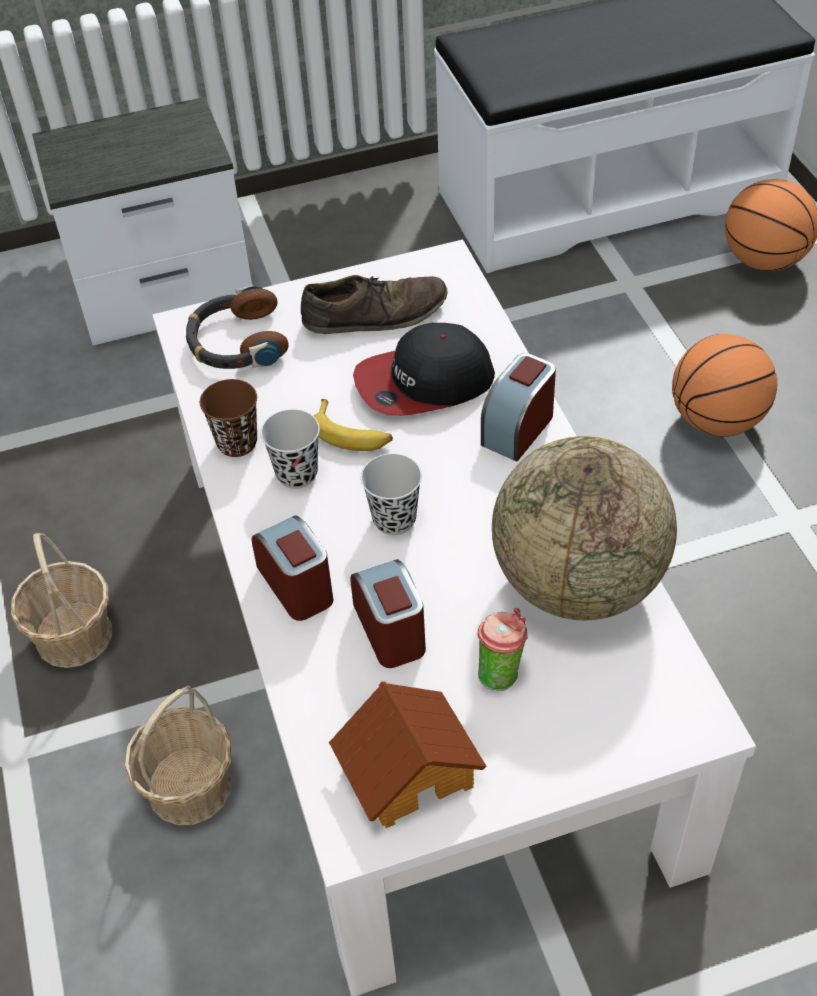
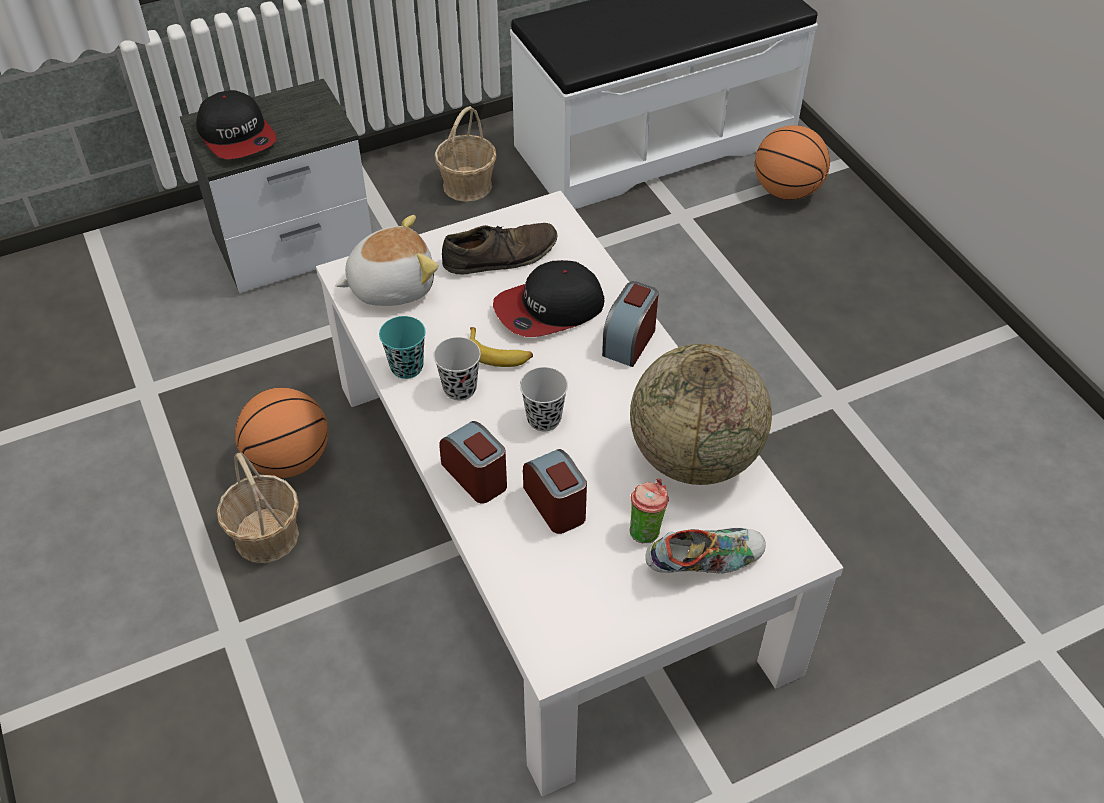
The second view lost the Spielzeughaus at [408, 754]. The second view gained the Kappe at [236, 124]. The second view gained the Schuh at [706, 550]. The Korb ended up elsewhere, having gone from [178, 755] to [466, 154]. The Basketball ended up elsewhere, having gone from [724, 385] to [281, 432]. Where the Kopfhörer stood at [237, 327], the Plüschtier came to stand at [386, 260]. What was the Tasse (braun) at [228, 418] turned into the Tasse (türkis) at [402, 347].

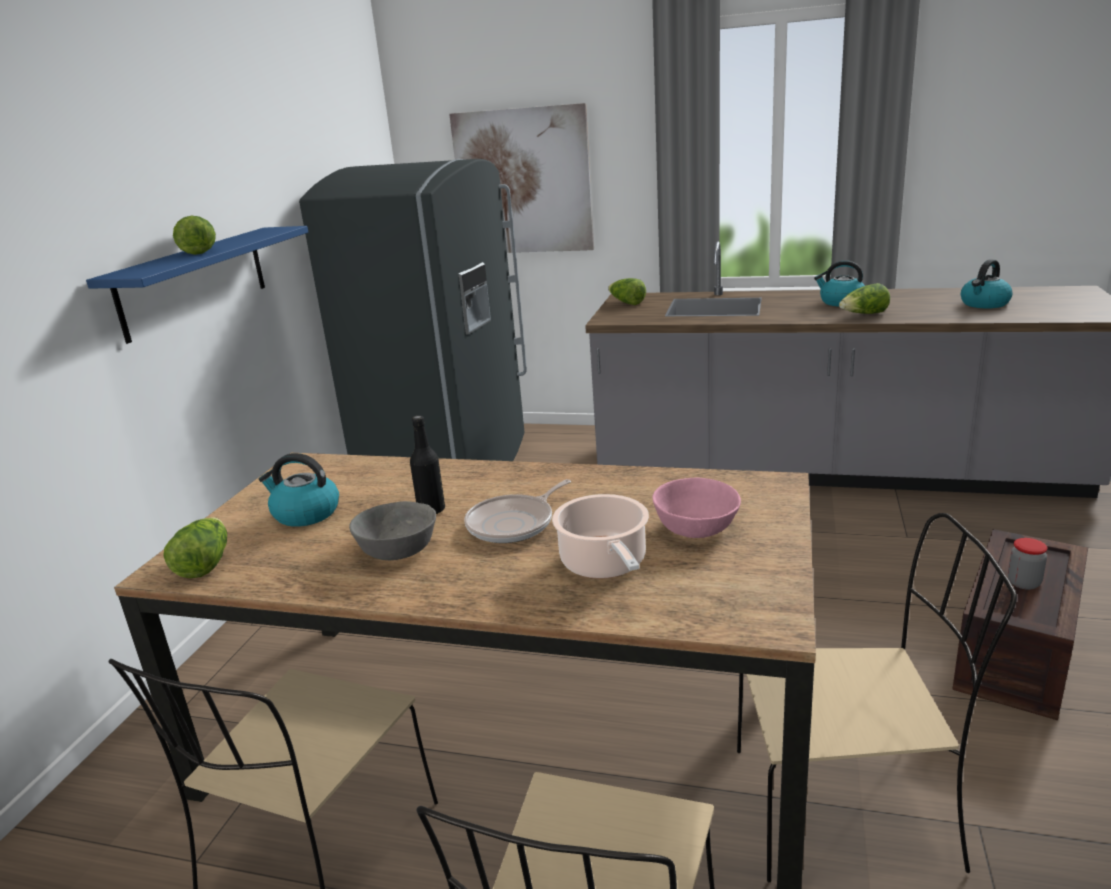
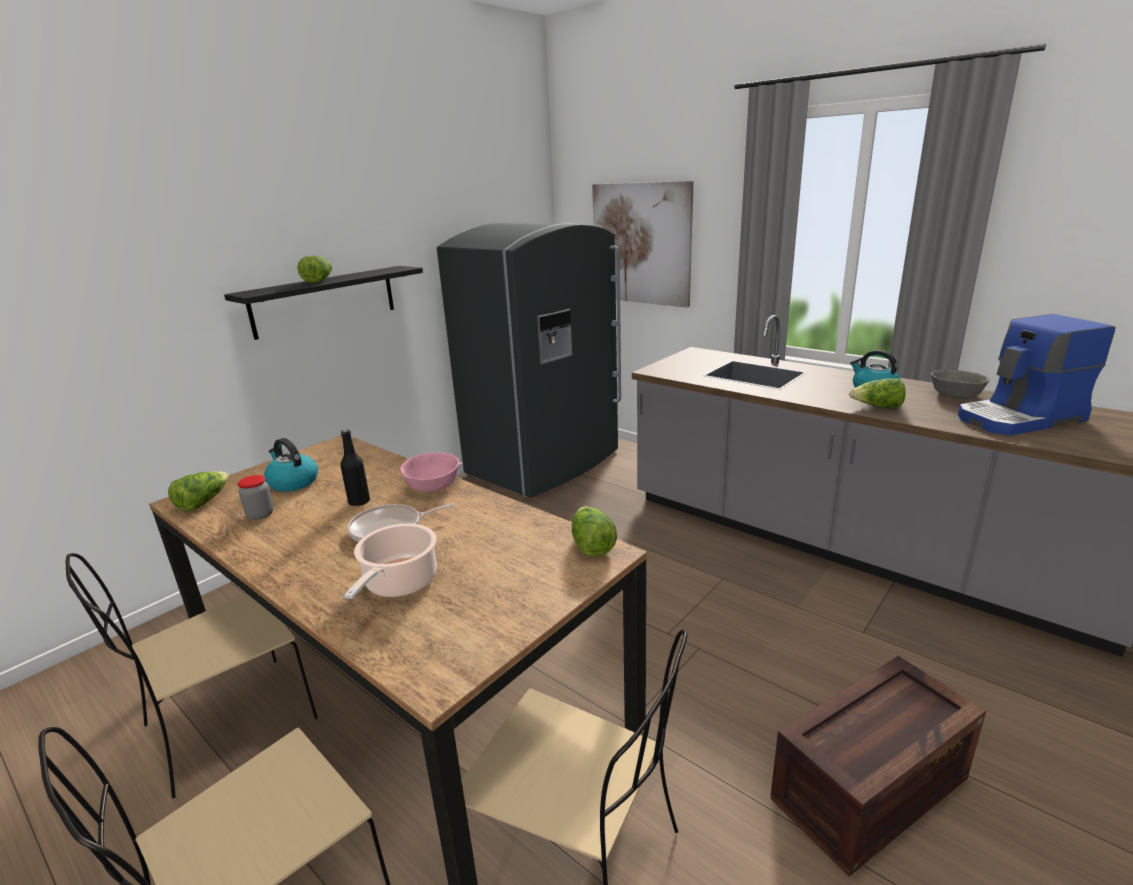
The Schüssel (grau) ended up elsewhere, having gone from [392, 530] to [960, 384]. The Salatkopf ended up elsewhere, having gone from [627, 291] to [594, 532]. The Schüssel (rosa) ended up elsewhere, having gone from [696, 508] to [429, 472]. The Vorratsglas ended up elsewhere, having gone from [1027, 564] to [256, 497]. Where the Wasserkessel stood at [986, 284], the Kaffeemaschine came to stand at [1037, 375]. What was the Wandregal (blau) at [197, 285] turned into the Wandregal (schwarz) at [323, 303].

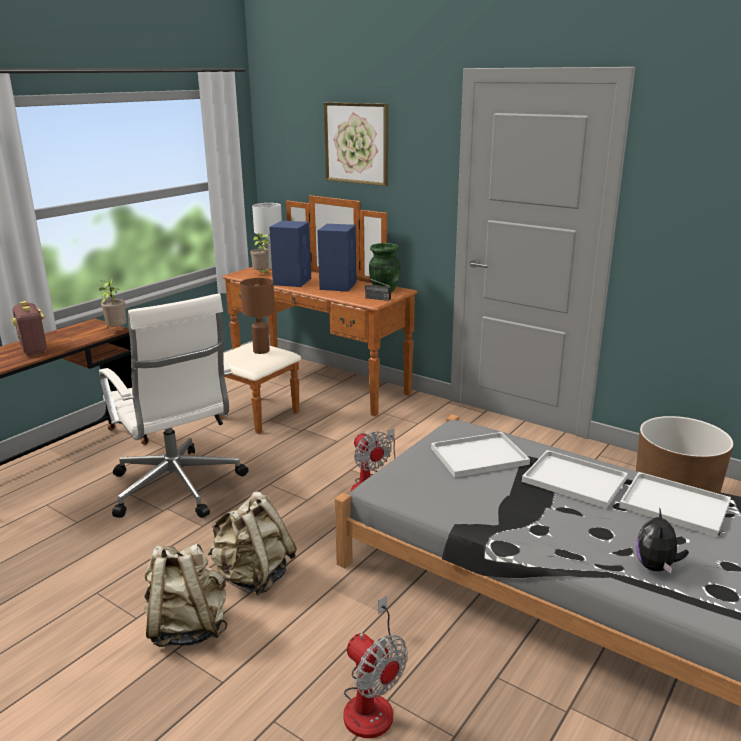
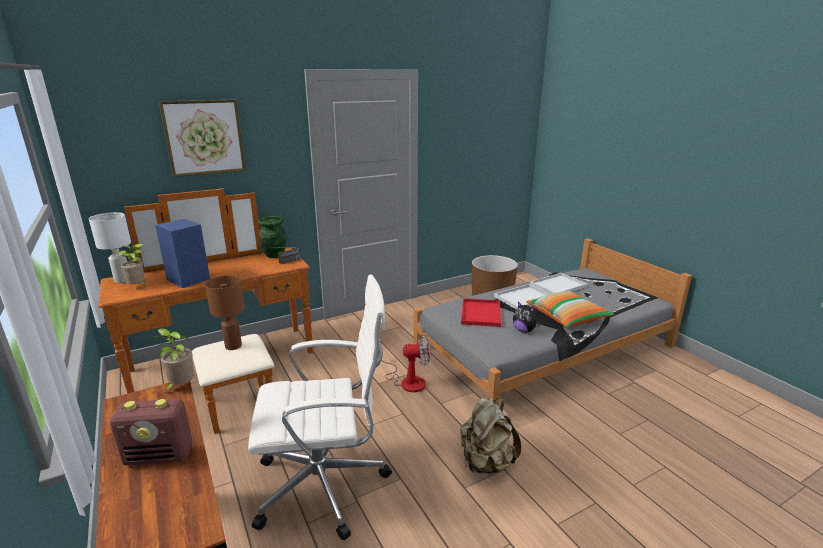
The second view lost the Rucksack (beige) at [185, 595]. The second view lost the Lautsprecher (blau) at [337, 258]. The second view lost the Ventilator at [375, 666]. The second view gained the Kissen at [570, 309]. The Plüschtier ended up elsewhere, having gone from [662, 540] to [527, 317]. What was the Tablett (weiß) at [480, 455] turned into the Tablett (rot) at [481, 312].

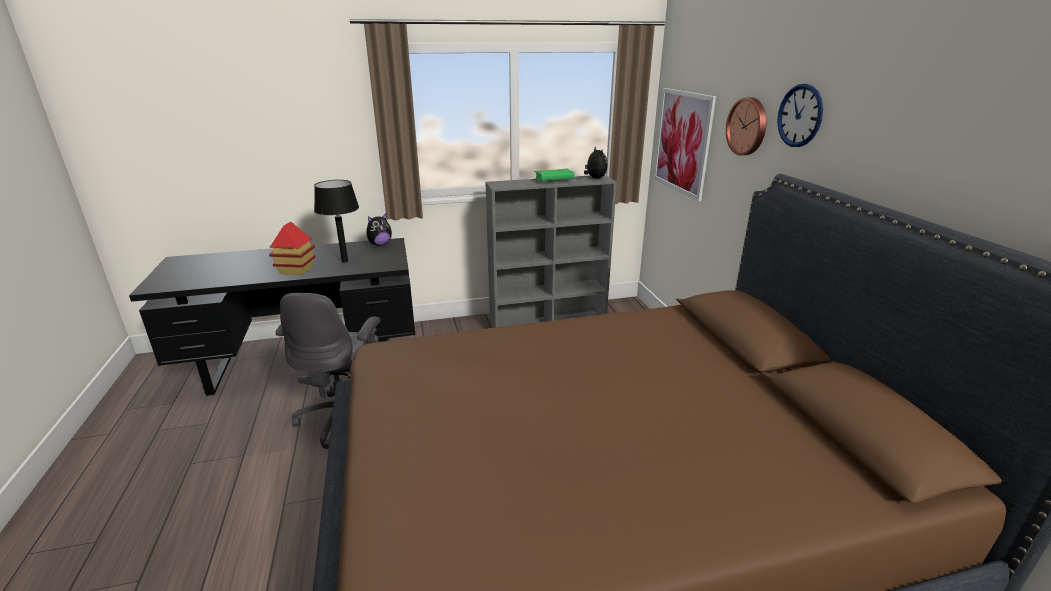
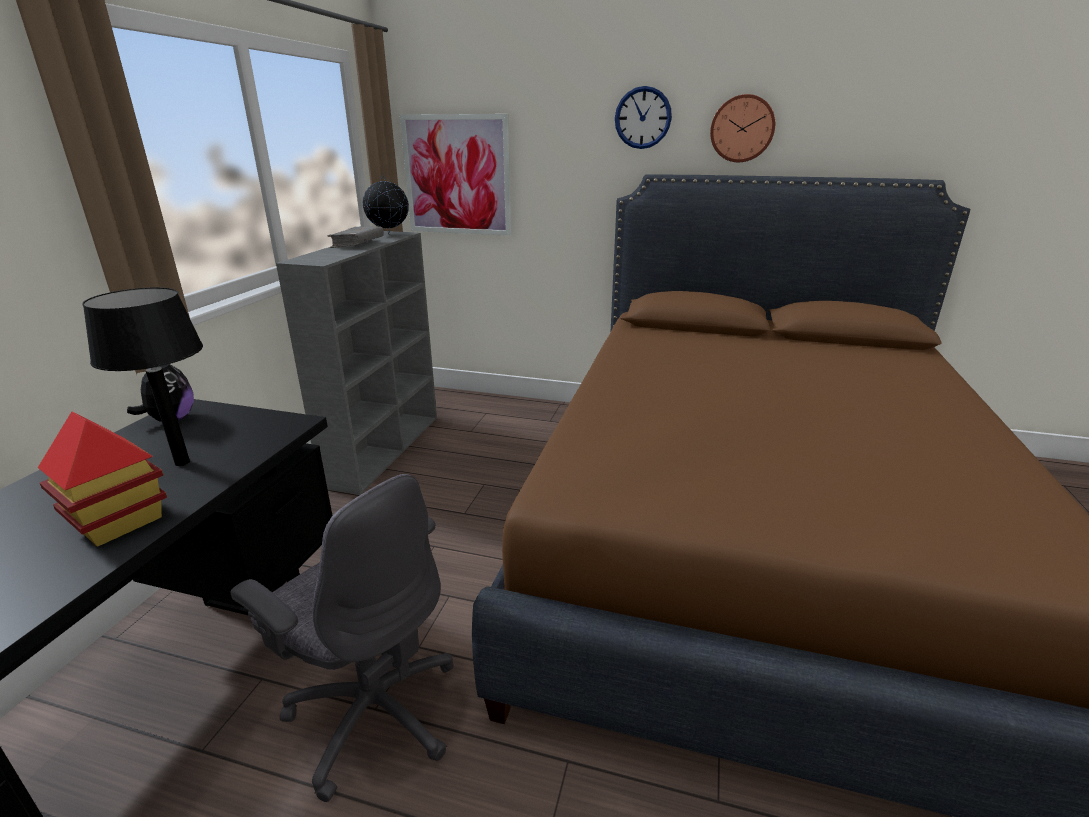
The Wanduhr ended up elsewhere, having gone from [746, 126] to [742, 128]. Where the Plüschtier stood at [596, 163], the Globus came to stand at [386, 205]. What was the Buch (grün) at [554, 175] turned into the Buch (grau) at [356, 237].

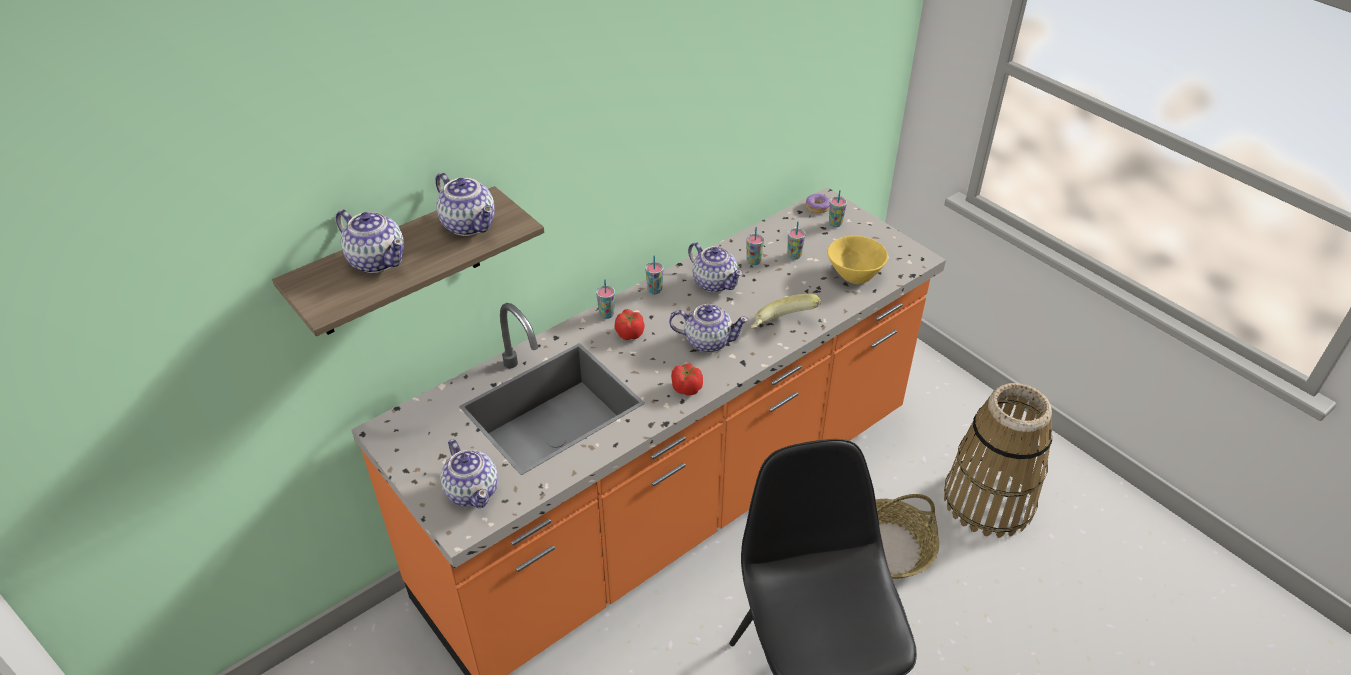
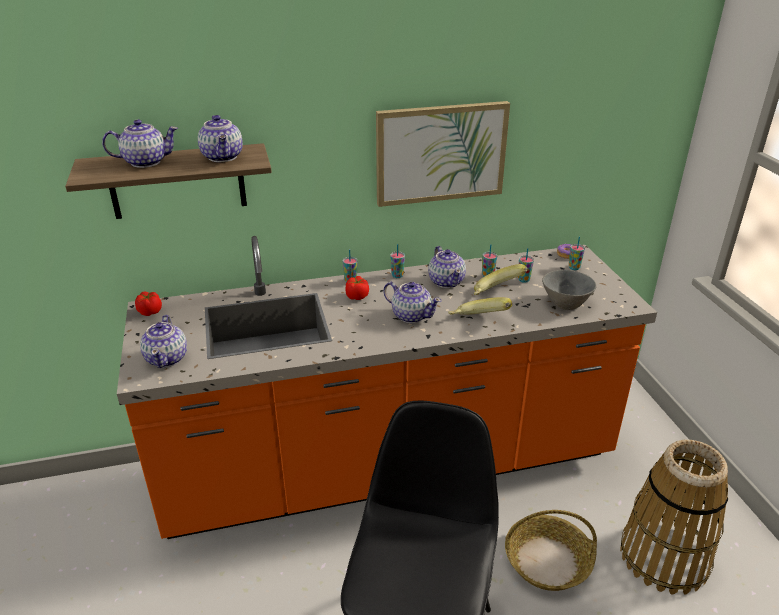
The second view gained the Bild at [443, 154]. The second view gained the Banane at [500, 279]. The Tomate ended up elsewhere, having gone from [687, 379] to [148, 303]. What was the Schüssel (gelb) at [857, 260] turned into the Schüssel (grau) at [569, 290]. The Teekanne at [370, 241] ended up facing another way, 75 degrees counterclockwise from before.

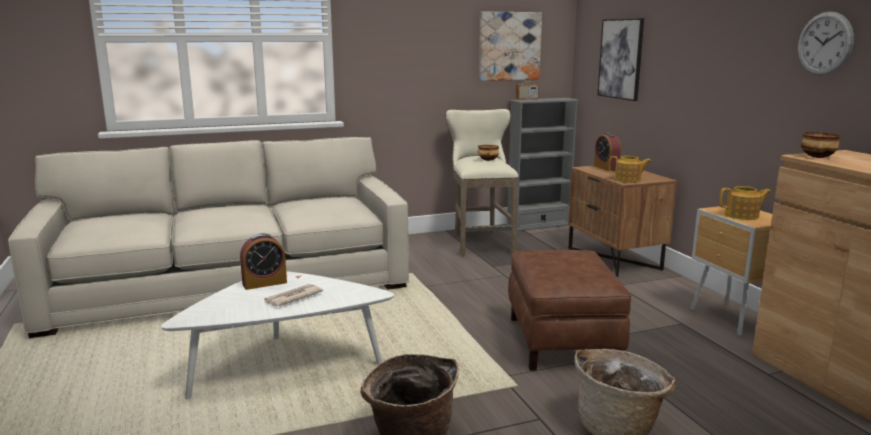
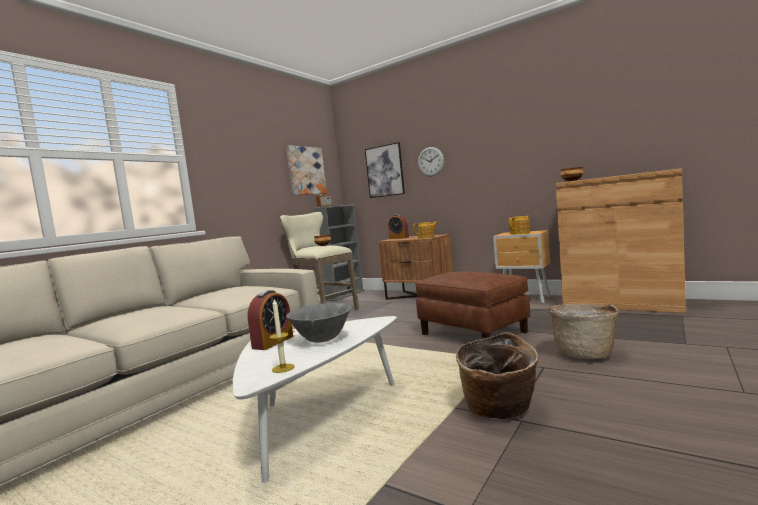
The second view gained the Kerze at [281, 336]. The Wanduhr ended up elsewhere, having gone from [826, 43] to [431, 161]. Where the Zeitung stood at [293, 295], the Schüssel (grau) came to stand at [318, 323].

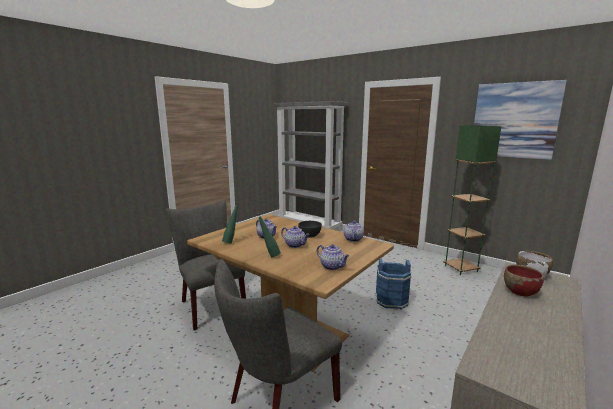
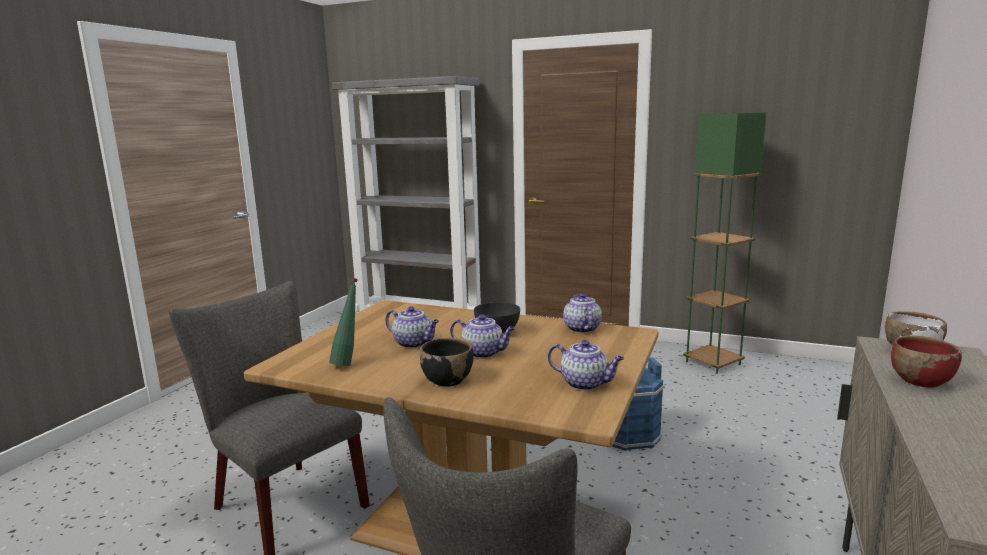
The second view lost the Bild at [520, 120]. Where the Flasche (grün) stood at [269, 235], the Schüssel (schwarz) came to stand at [447, 362].

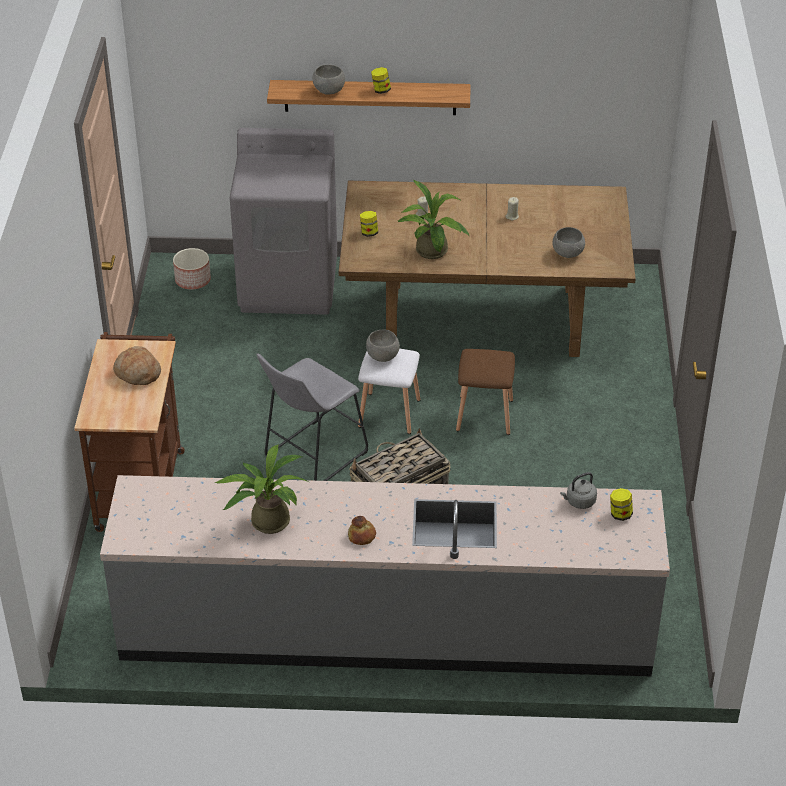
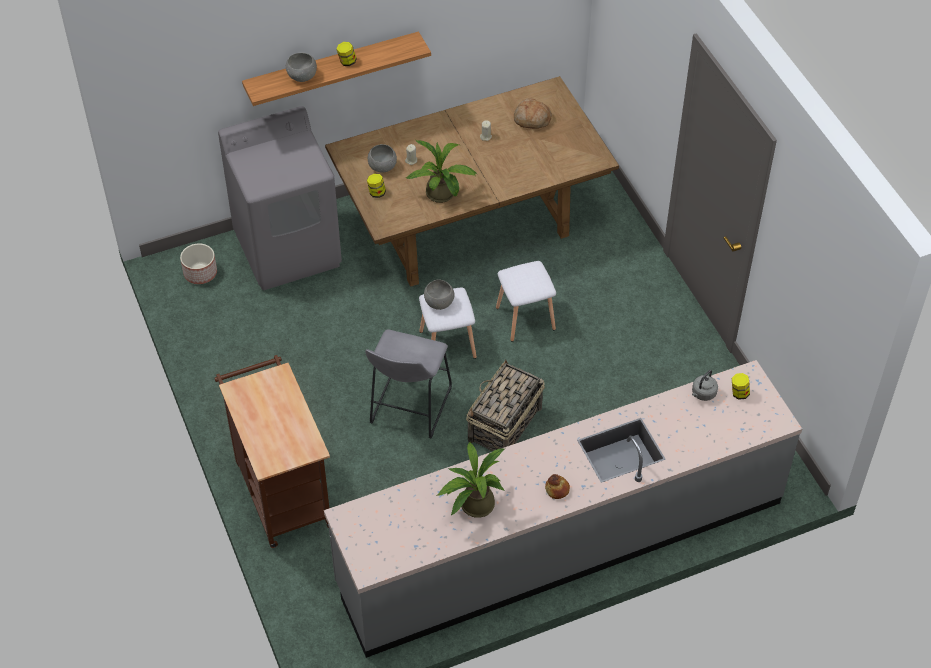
The Brot ended up elsewhere, having gone from [137, 365] to [533, 113]. The Schüssel (grau) ended up elsewhere, having gone from [568, 242] to [382, 158]. What was the Hocker (braun) at [485, 392] turned into the Hocker (weiß) at [526, 301].

